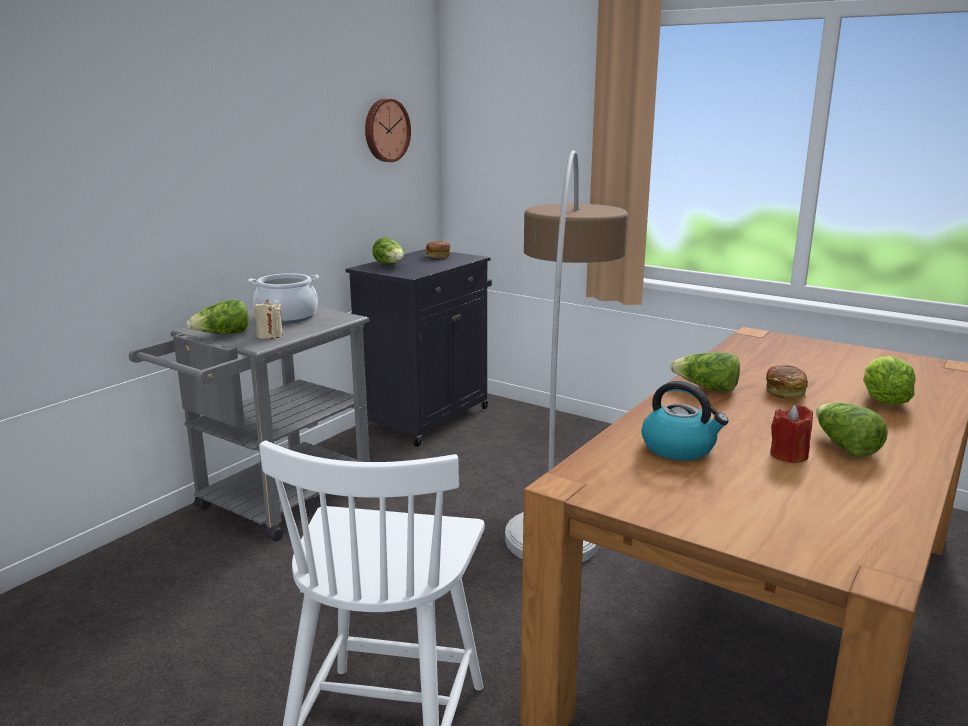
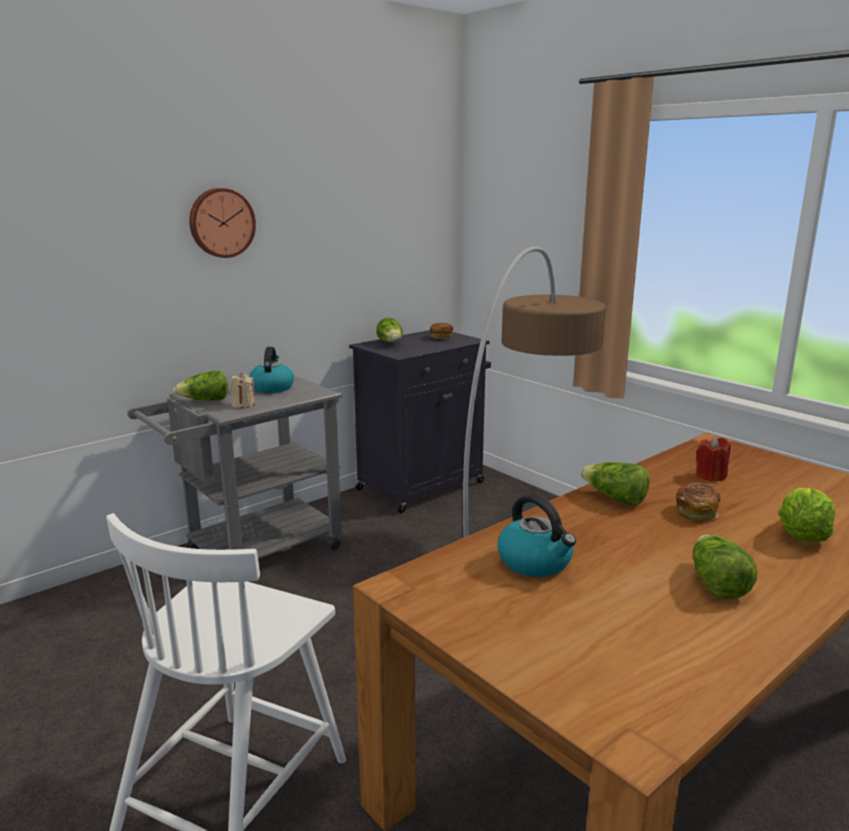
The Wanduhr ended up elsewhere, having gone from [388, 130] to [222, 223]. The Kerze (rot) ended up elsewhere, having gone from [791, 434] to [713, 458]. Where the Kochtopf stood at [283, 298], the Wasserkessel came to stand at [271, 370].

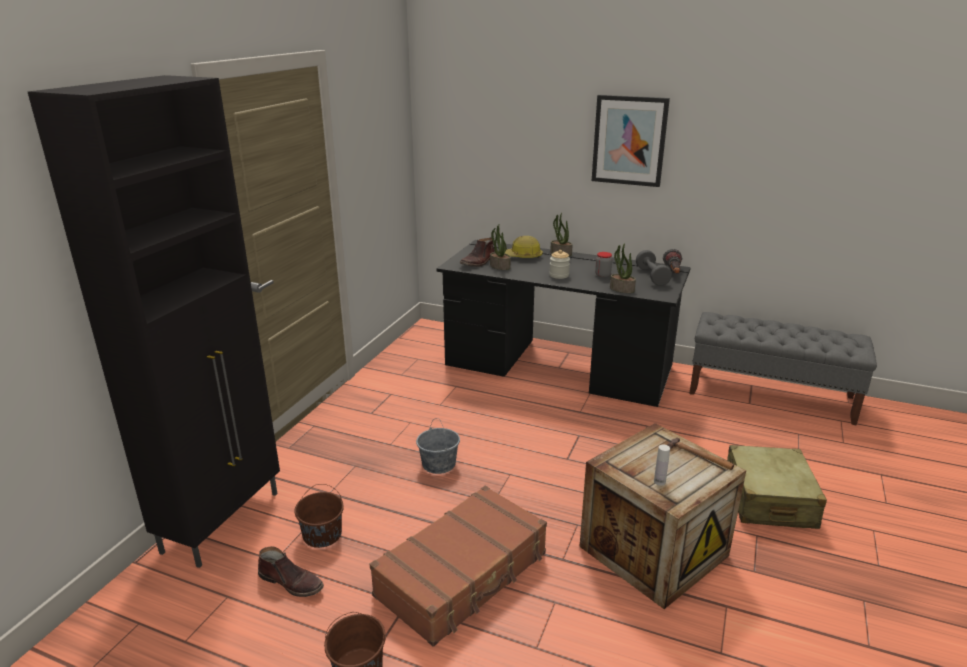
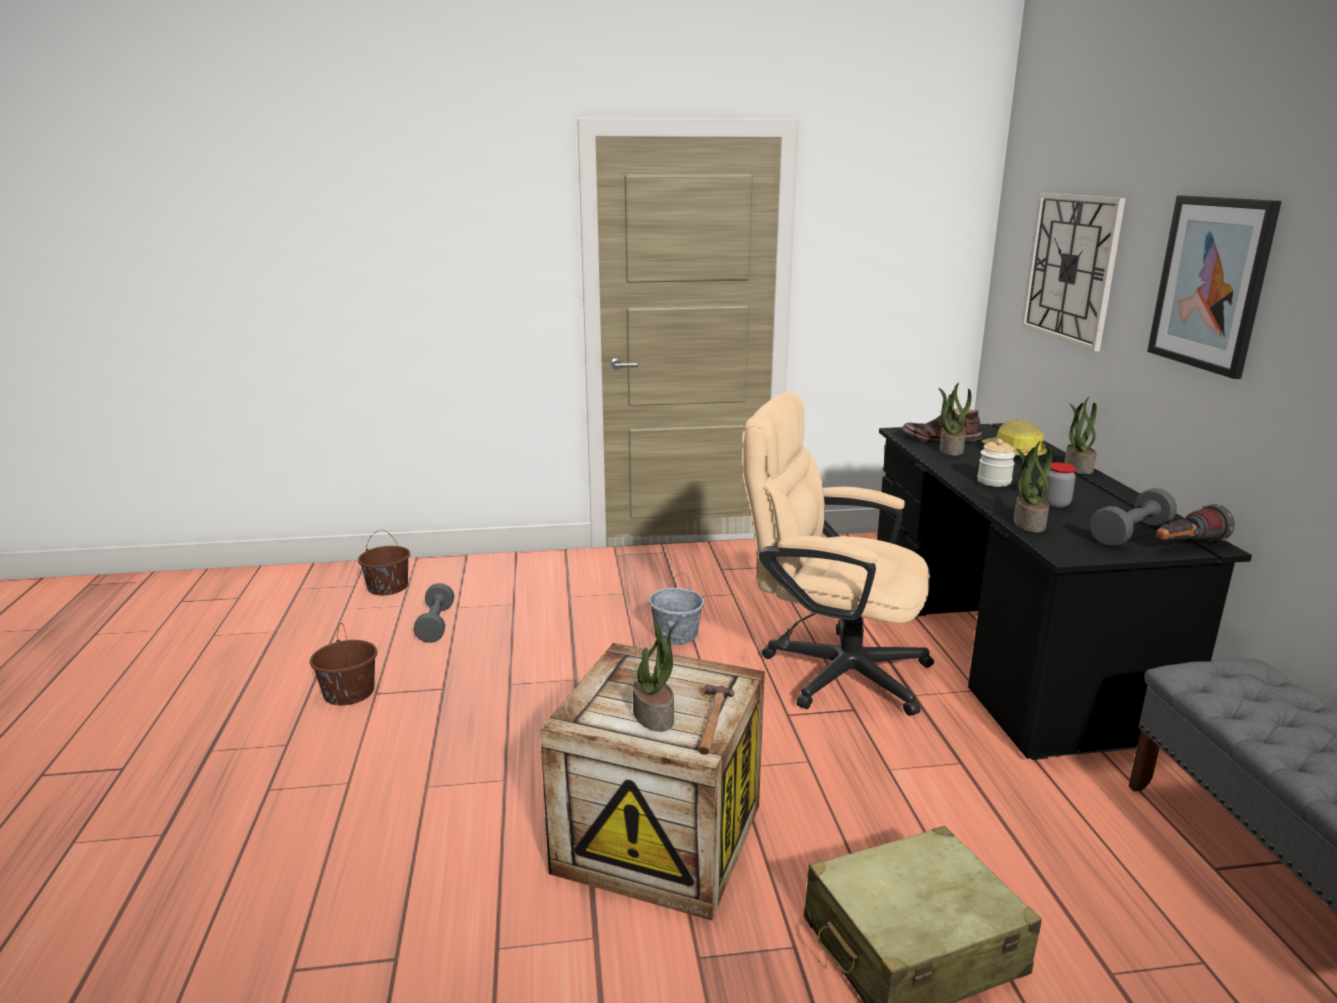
The second view lost the Schrank (schwarz) at [154, 321]. The second view lost the Koffer (braun) at [458, 566]. The second view lost the Flasche (weiß) at [662, 465]. The second view gained the Topfpflanze at [656, 676]. The second view gained the Bürostuhl (beige) at [838, 553]. The second view gained the Wanduhr at [1073, 272]. The Eimer (braun) ended up elsewhere, having gone from [319, 516] to [384, 562]. Where the Stiefel (braun) stood at [291, 571], the Hantel (grau) came to stand at [434, 613].

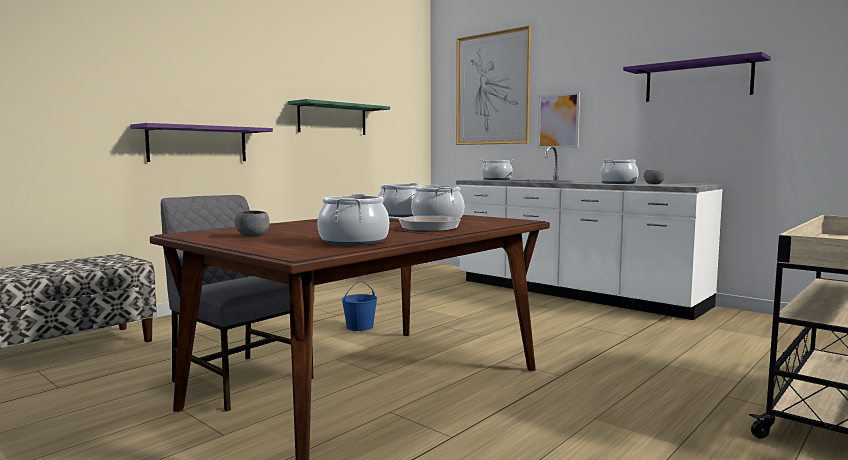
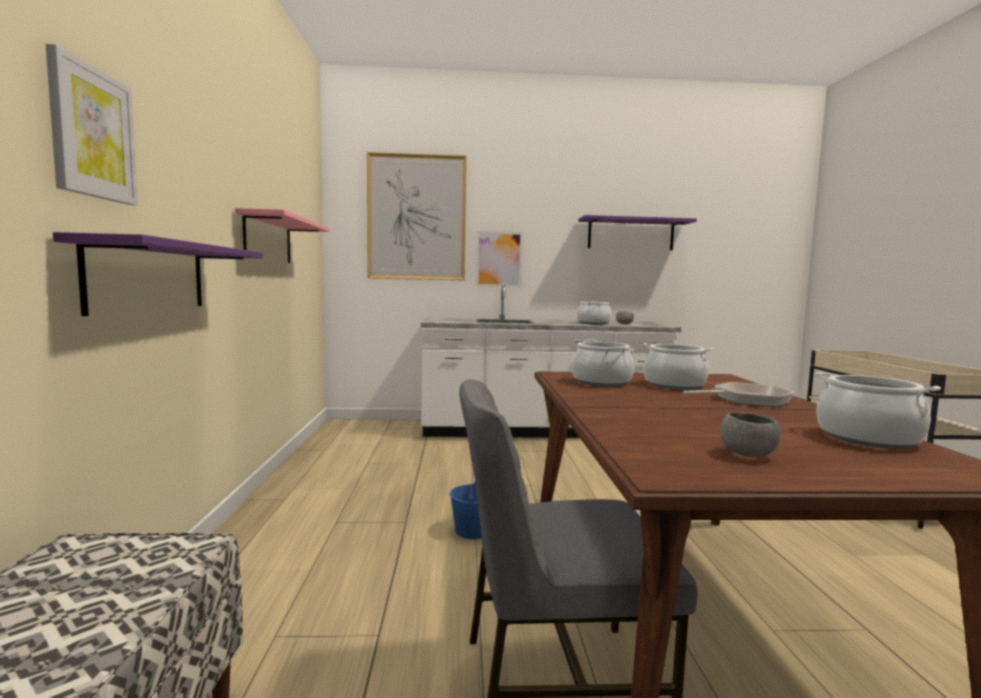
The second view lost the Kochtopf at [497, 169]. The second view gained the Bild at [92, 124]. What was the Wandregal (grün) at [339, 117] turned into the Wandregal (rosa) at [282, 235].

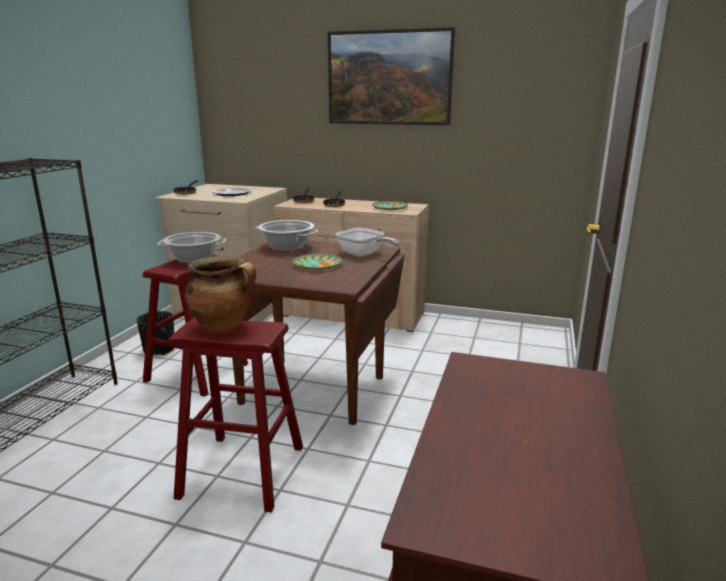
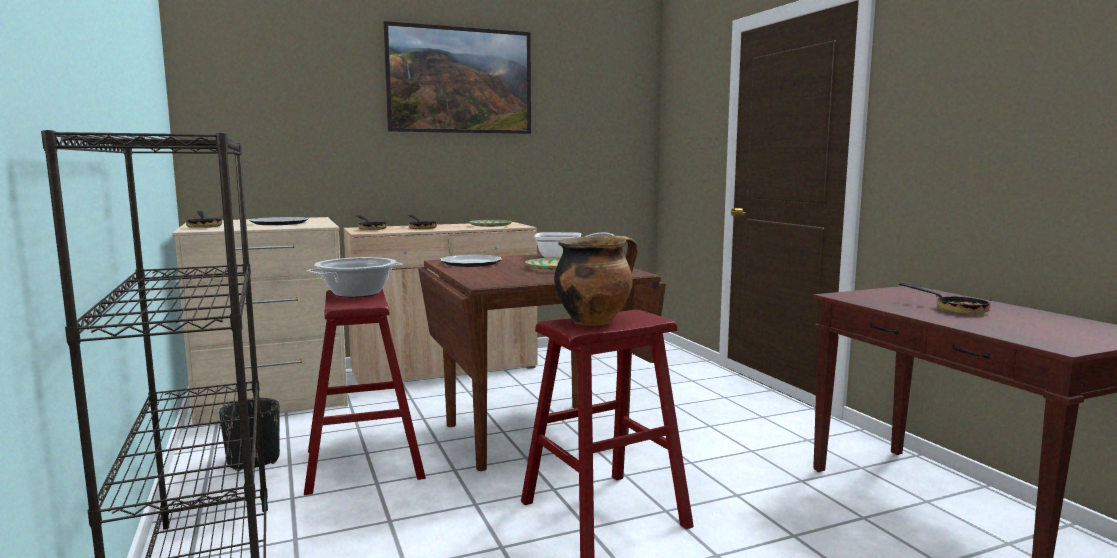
The second view gained the Pfanne at [945, 298]. Where the Kochtopf stood at [286, 236], the Teller came to stand at [471, 260].

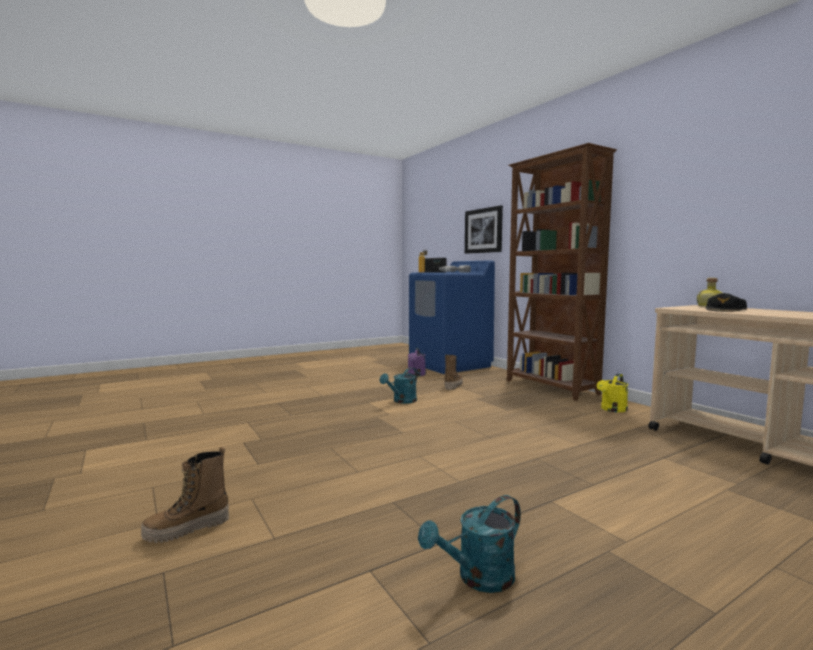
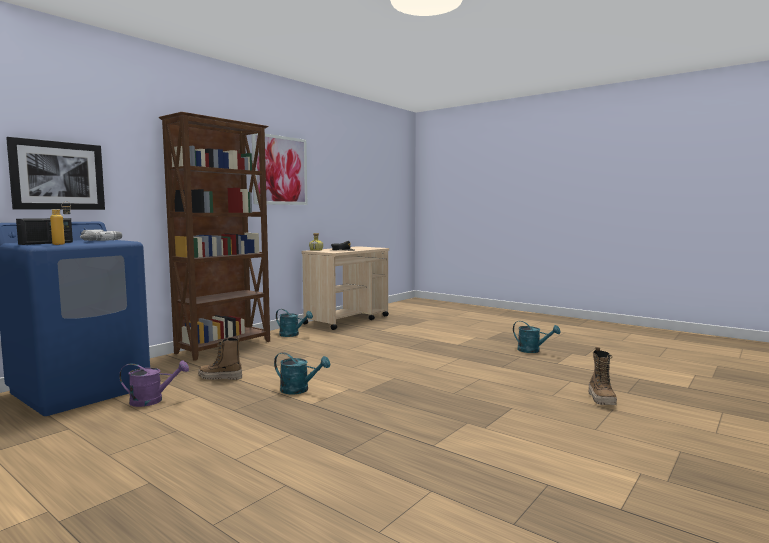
The second view gained the Bild at [279, 169]. What was the Gießkanne (gelb) at [612, 393] turned into the Gießkanne (türkis) at [294, 323]. The Stiefel at [185, 495] ended up facing another way, 60 degrees clockwise from before.

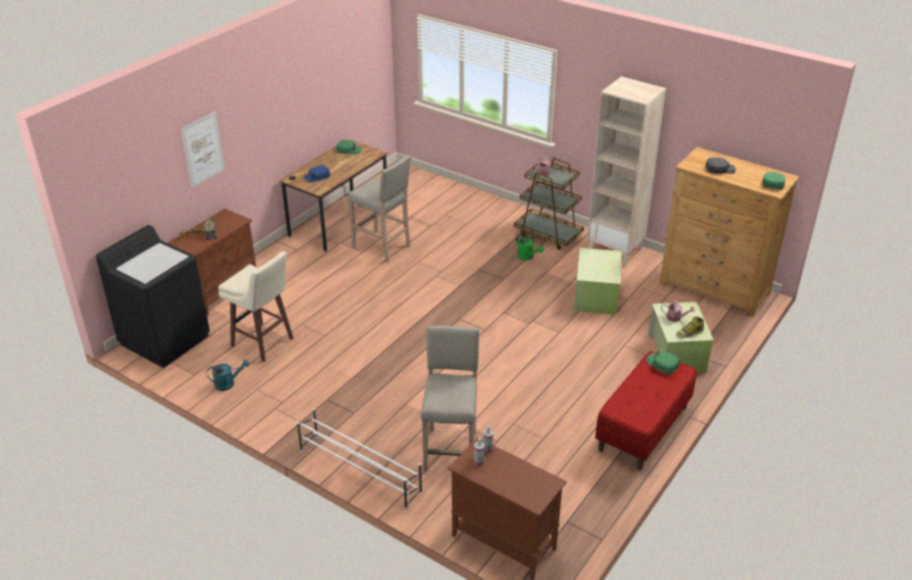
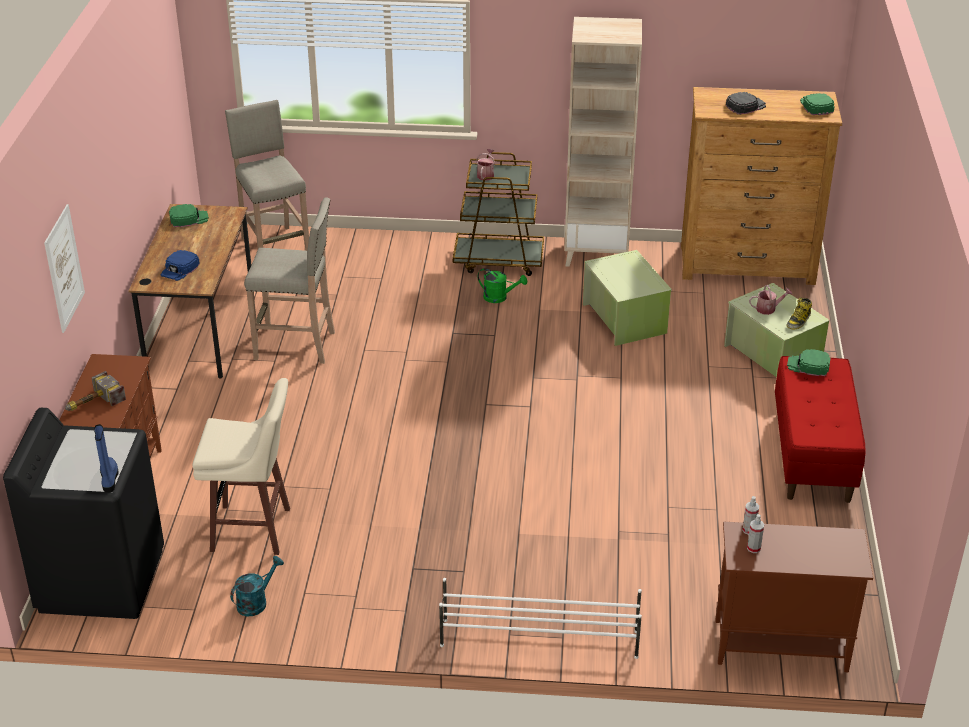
The second view gained the Stiefel (blau) at [106, 458]. The Hocker (beige) ended up elsewhere, having gone from [450, 399] to [267, 175].

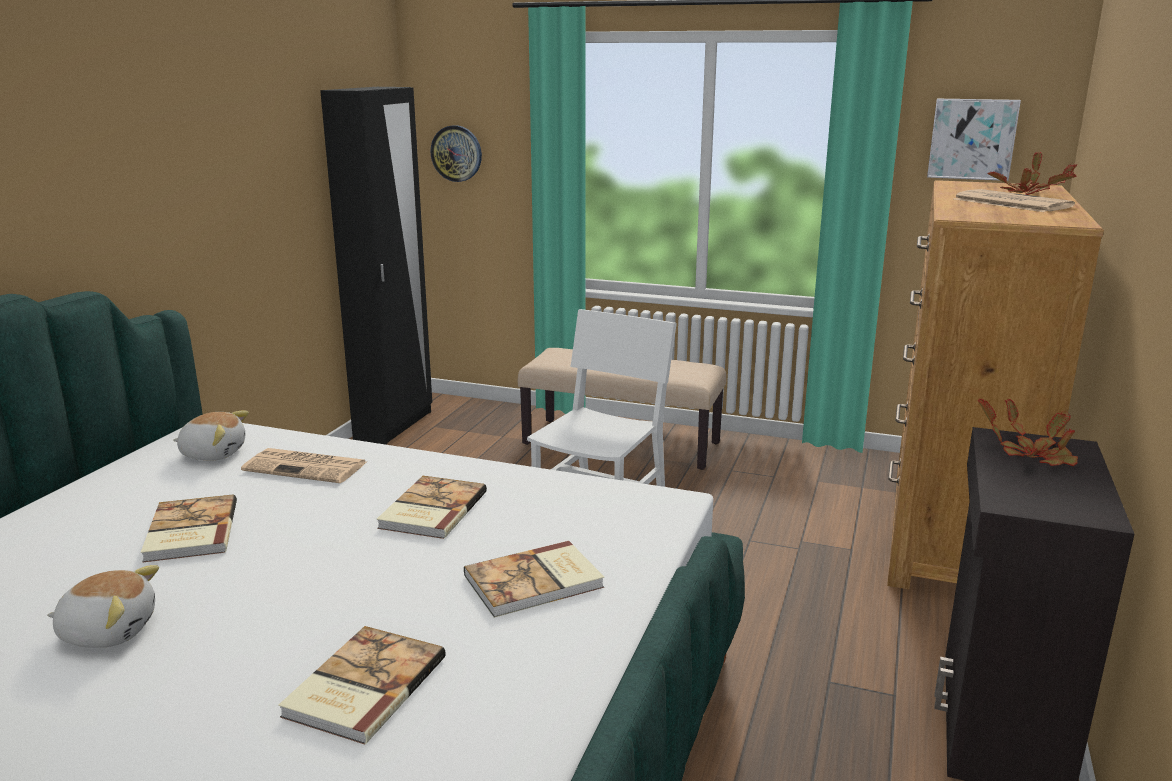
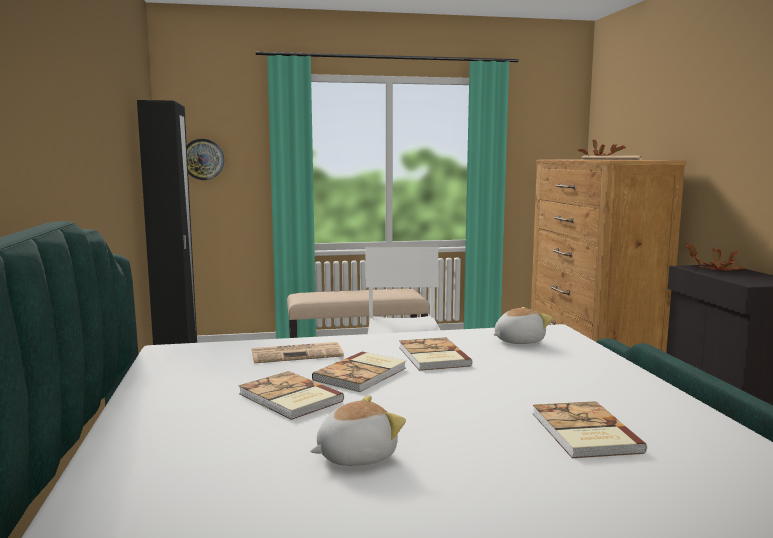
The second view lost the Bild at [974, 140]. The Plüschtier ended up elsewhere, having gone from [211, 436] to [523, 325]. The Buch ended up elsewhere, having gone from [534, 579] to [359, 372].

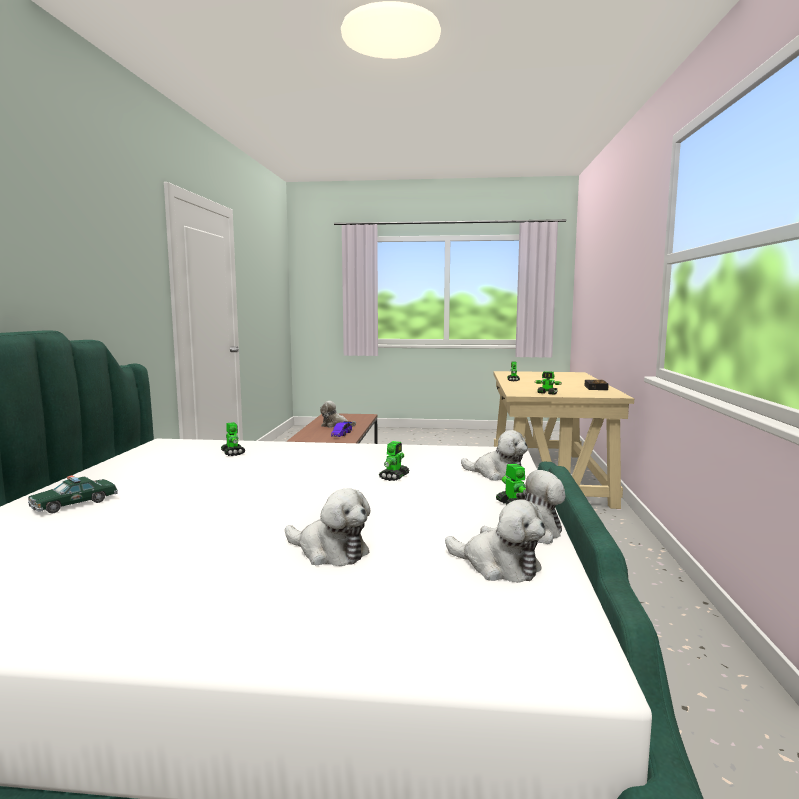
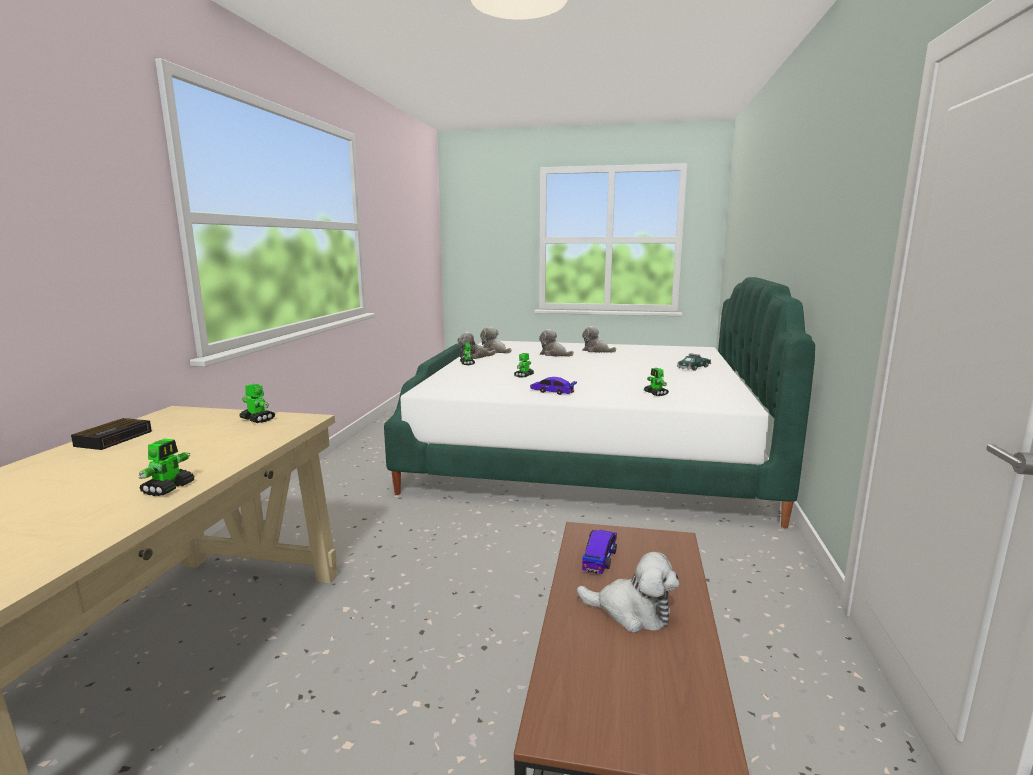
The second view gained the Spielzeugauto at [553, 386]. The Plüschtier ended up elsewhere, having gone from [494, 455] to [599, 339].

